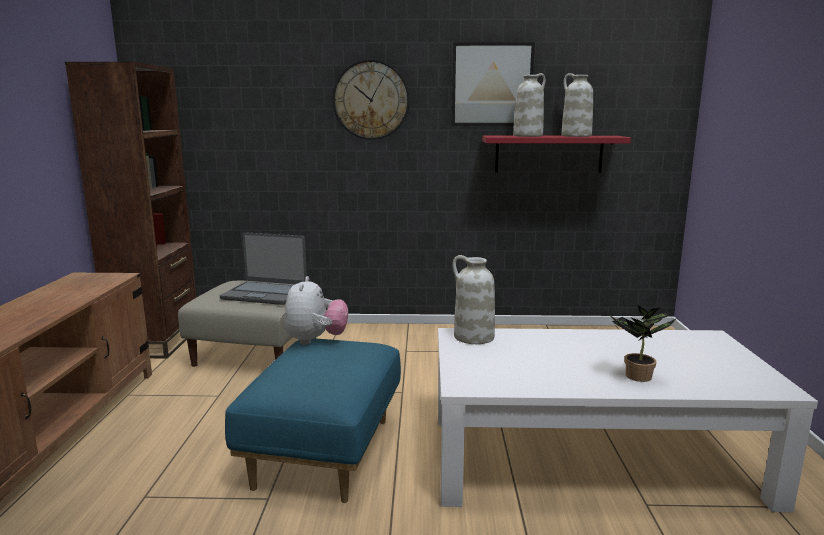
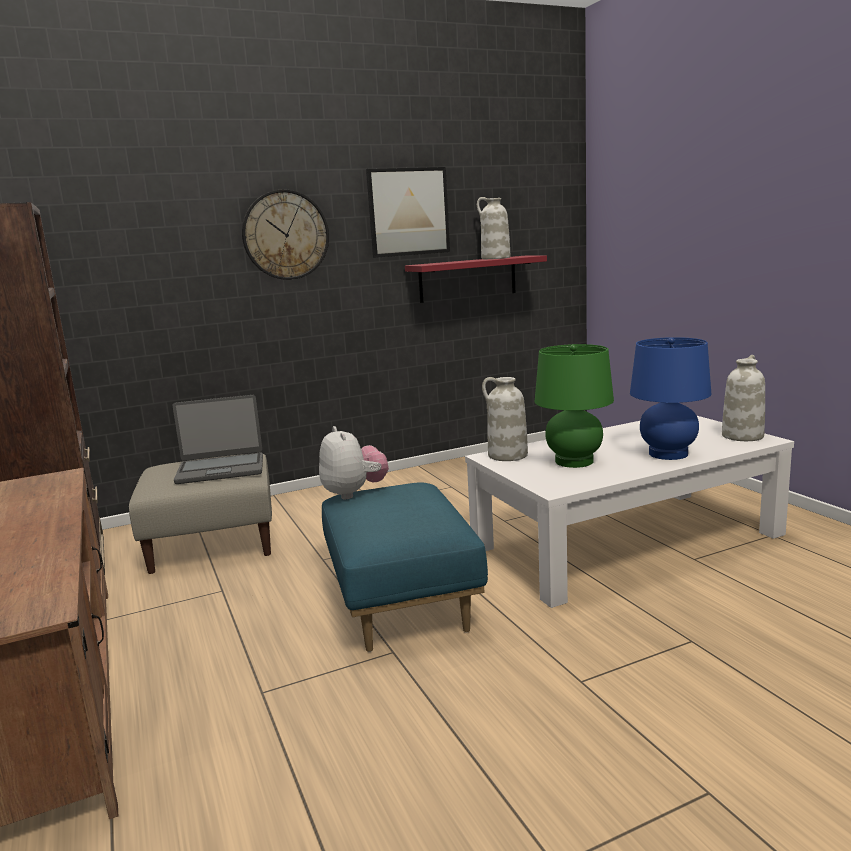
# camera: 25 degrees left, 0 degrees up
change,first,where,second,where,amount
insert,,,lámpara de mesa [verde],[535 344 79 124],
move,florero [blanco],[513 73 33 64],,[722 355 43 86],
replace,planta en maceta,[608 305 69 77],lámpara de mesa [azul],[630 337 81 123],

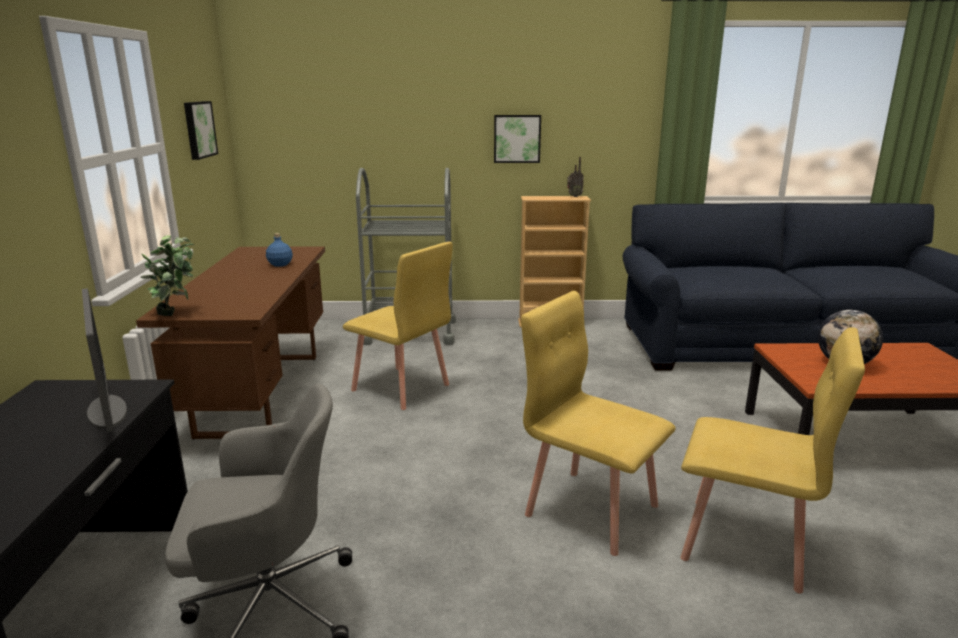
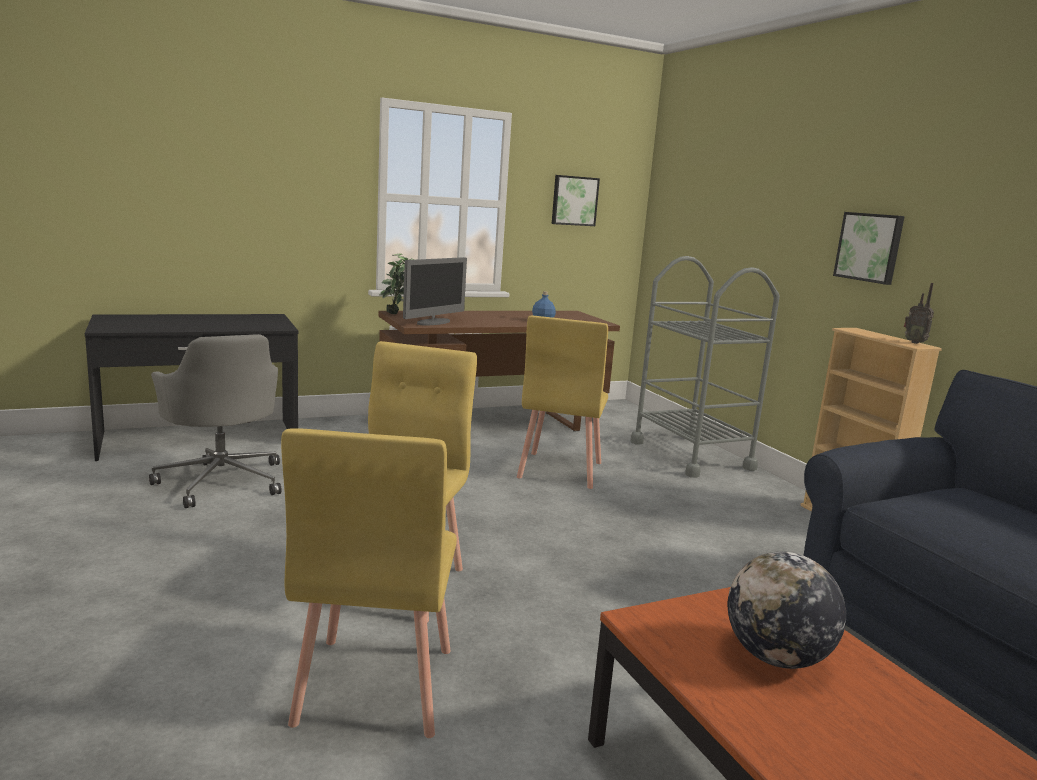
# camera: 65 degrees right, 5 degrees down
change,first,where,second,where,amount
move,monitor,[82 288 45 145],,[403 257 64 68],

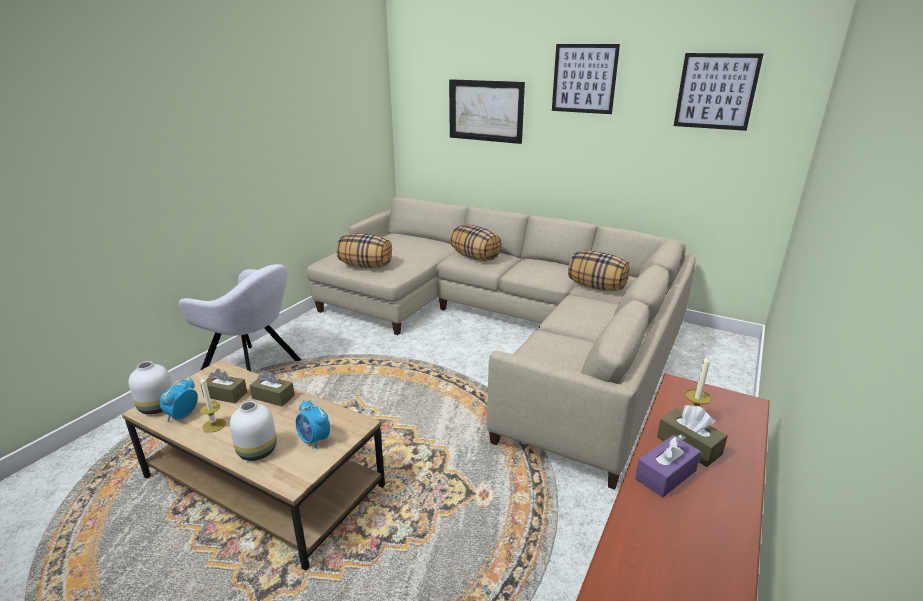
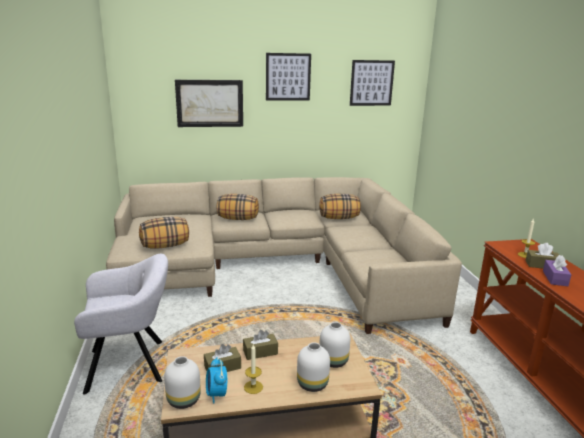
# camera: 40 degrees left, 5 degrees down
change,first,where,second,where,amount
replace,despertador,[296 399 34 50],florero [blanco],[319 322 31 46],

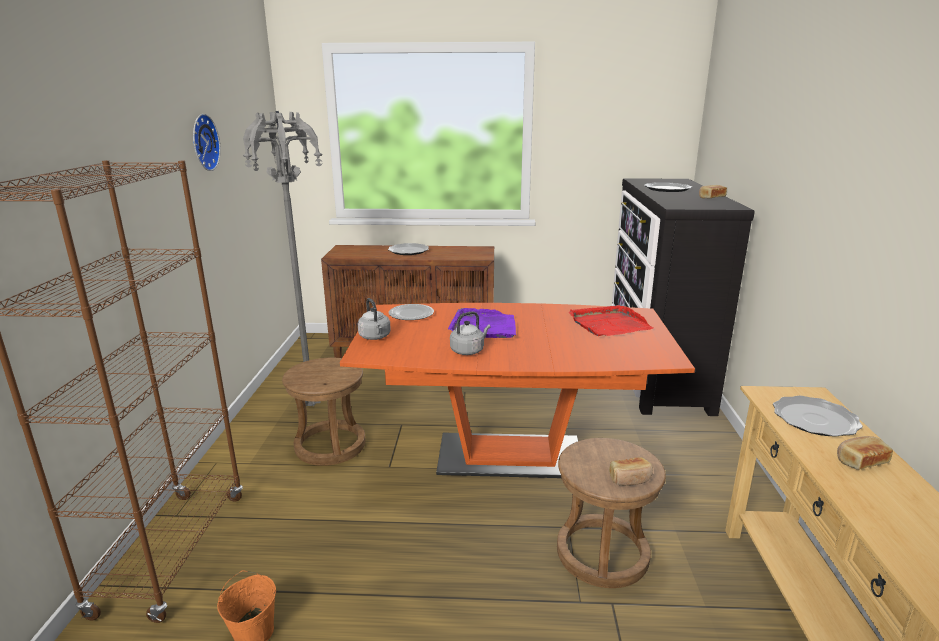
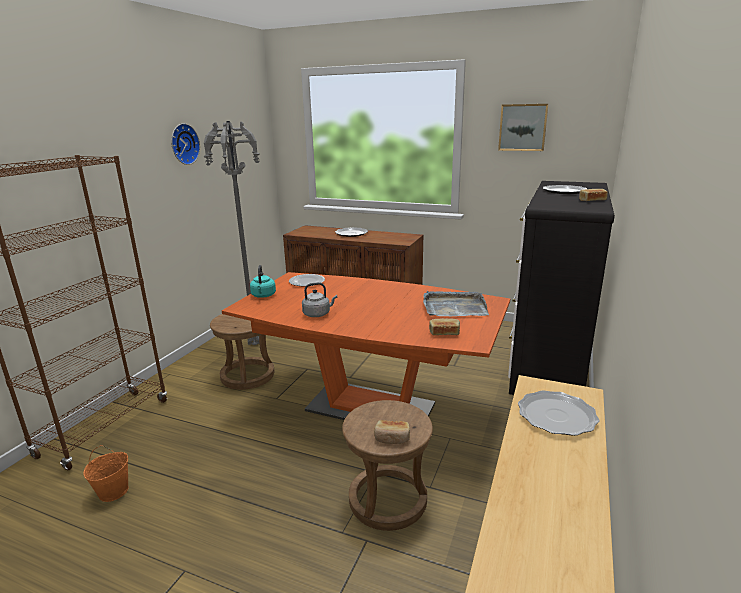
# camera: 20 degrees right, 0 degrees up
change,first,where,second,where,amount
delete,bandeja [morado],[448 308 68 30],,,
insert,,,cuadro,[498 104 51 47],
move,pan,[837 436 56 34],,[429 318 31 17],
recolor,hervidor [gris],[358 298 33 42],hervidor [turquesa],[250 265 26 33],
recolor,bandeja [rojo],[569 305 85 31],bandeja [gris],[423 291 66 25],

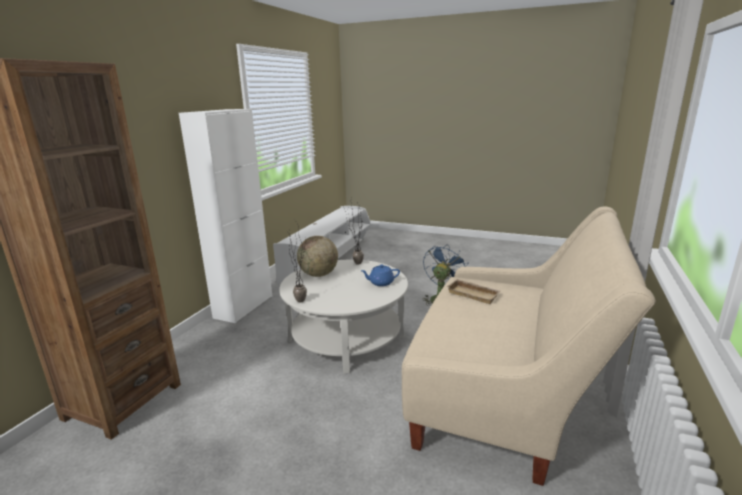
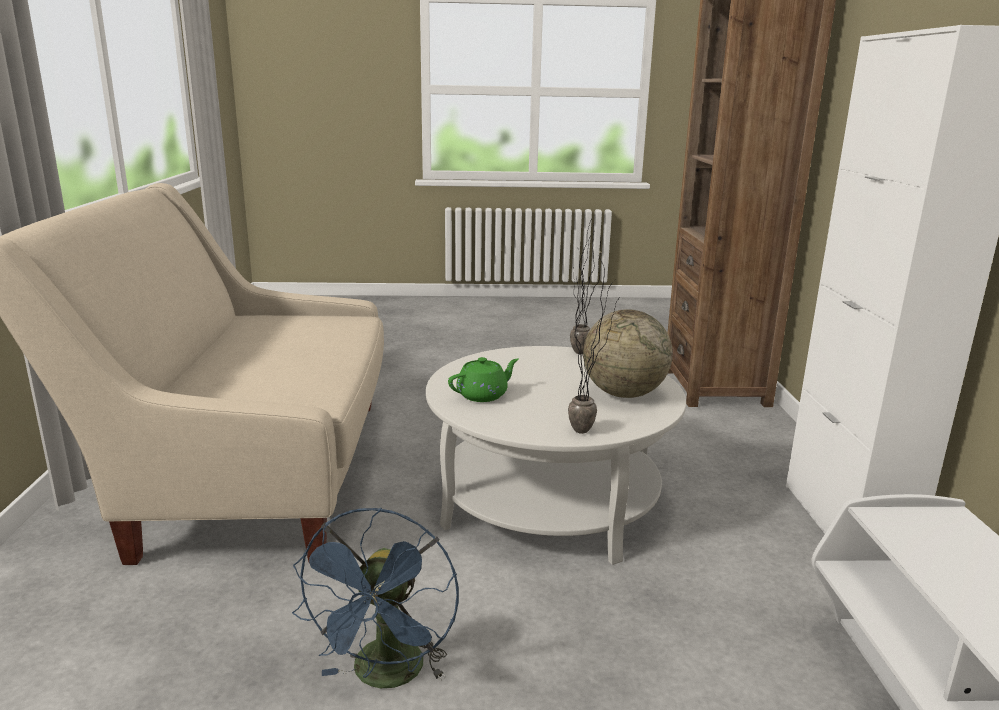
# camera: 155 degrees right, 0 degrees up
change,first,where,second,where,amount
delete,bandeja [beis],[446 279 55 25],,,
recolor,tetera [azul],[361 265 39 21],tetera [verde],[448 357 71 45],

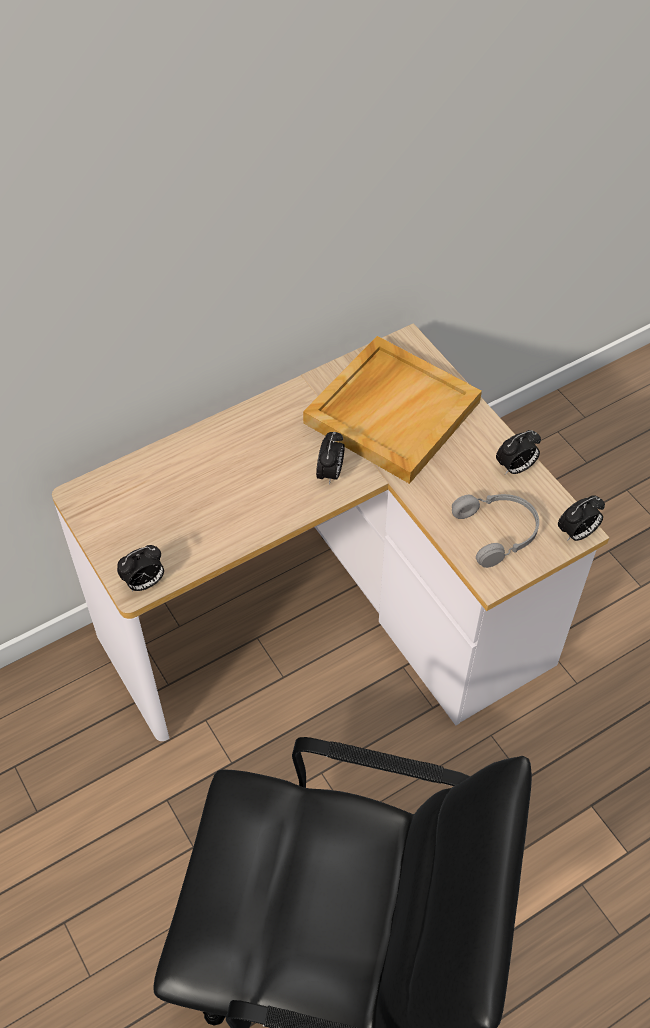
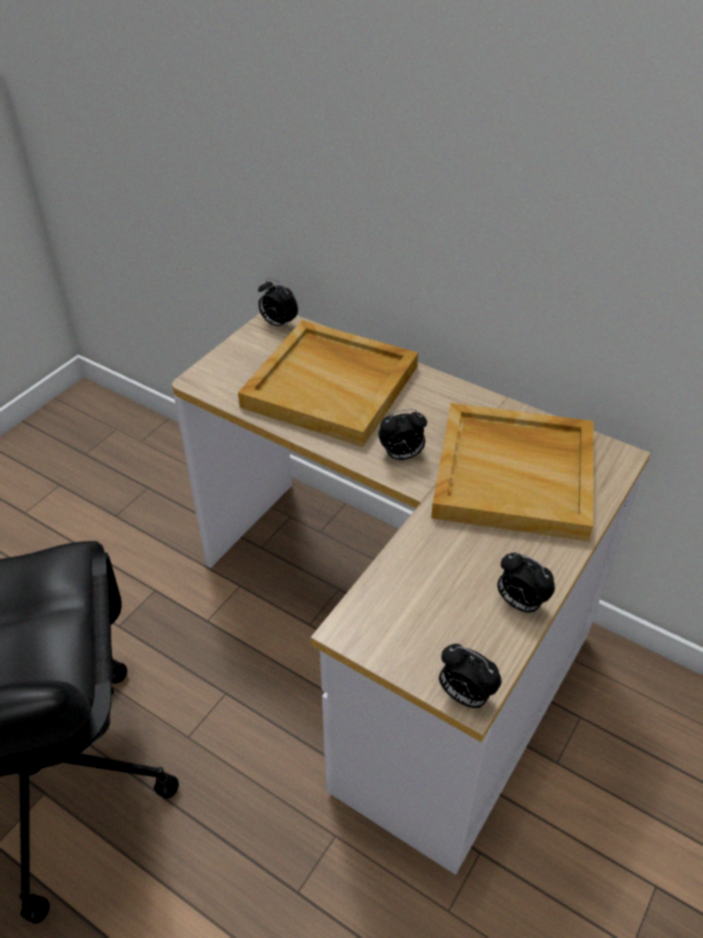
# camera: 65 degrees right, 10 degrees down
change,first,where,second,where,amount
delete,auriculares [gris],[452 494 87 74],,,
insert,,,bandeja [beis],[238 320 180 127],
move,despertador,[117 545 47 46],,[258 278 40 51],

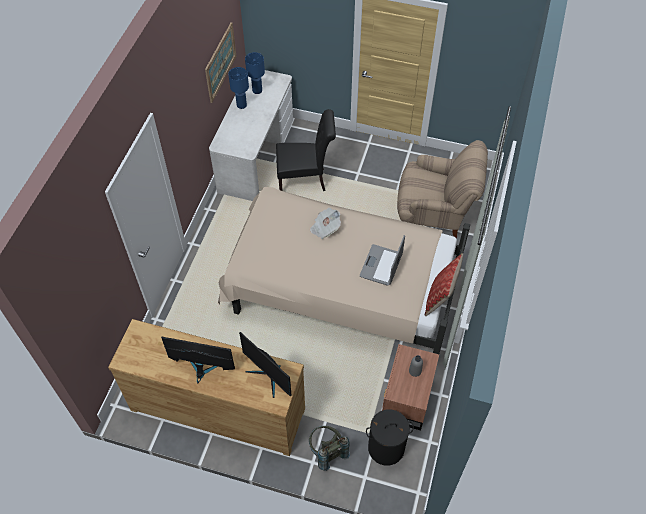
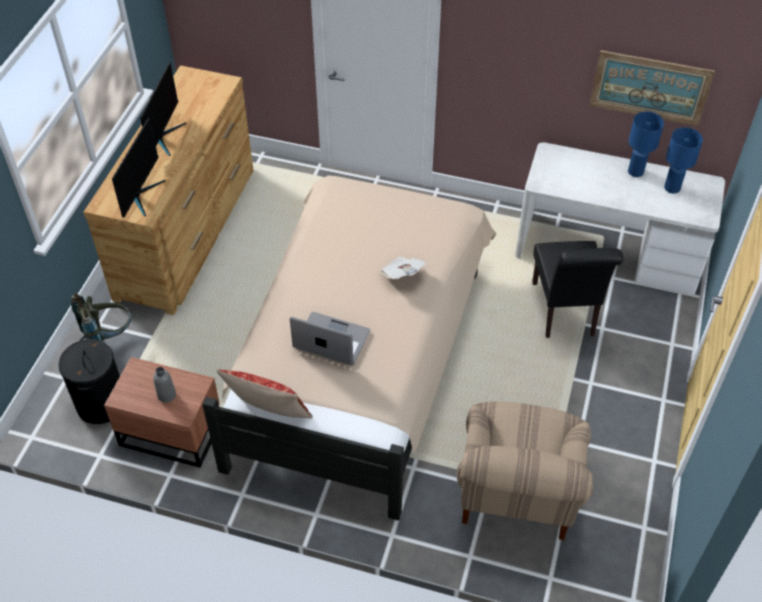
# camera: 90 degrees right, 5 degrees down
change,first,where,second,where,amount
rotate,monitor,[239 332 52 66],,[112 118 53 100],150 degrees clockwise

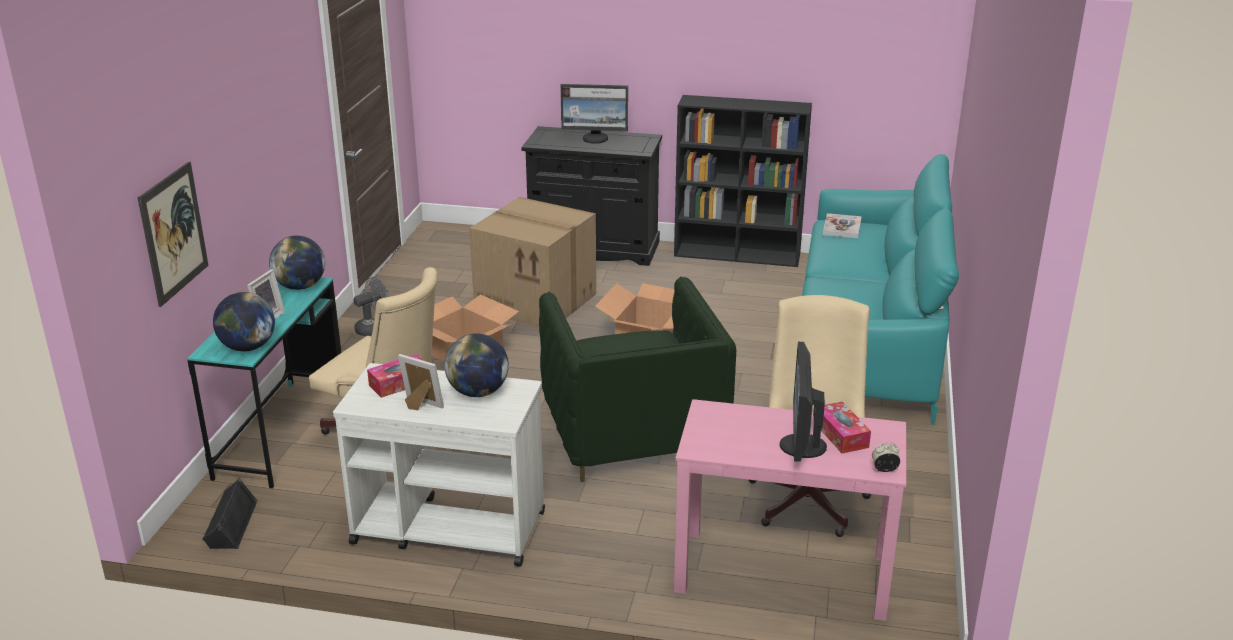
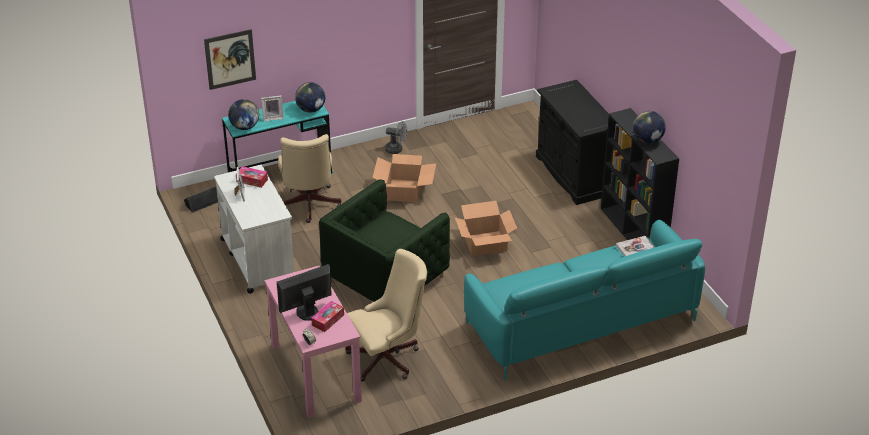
# camera: 55 degrees right, 10 degrees up
change,first,where,second,where,amount
delete,caja de cartón,[469 197 127 130],,,
delete,monitor,[560 84 68 60],,,
move,globo terráqueo,[444 333 65 64],,[633 111 33 33],

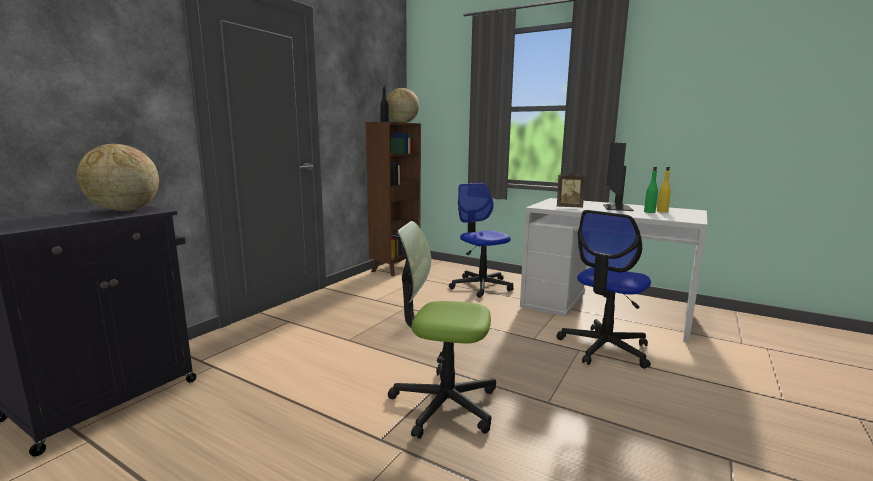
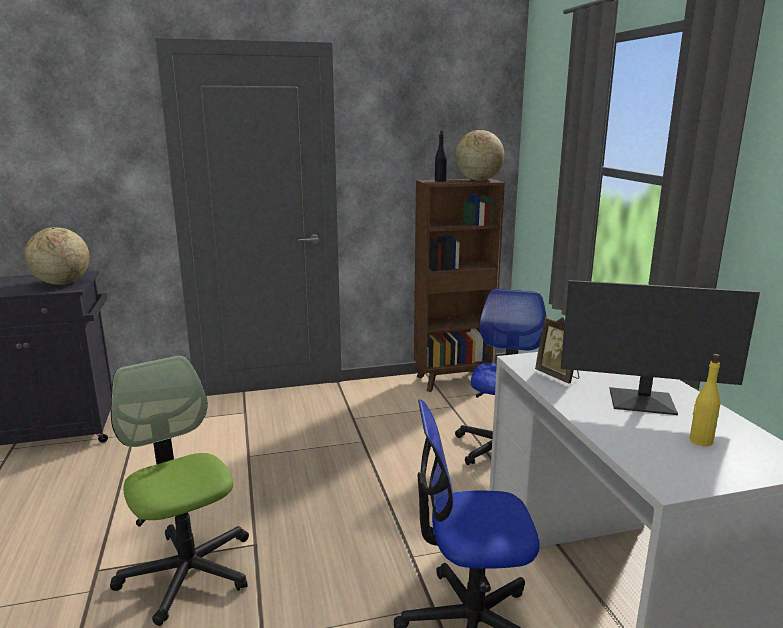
# camera: 45 degrees right, 5 degrees up
change,first,where,second,where,amount
delete,botella [verde],[644 167 14 46],,,
rotate,monitor,[603 142 31 69],,[561 280 199 135],135 degrees counterclockwise

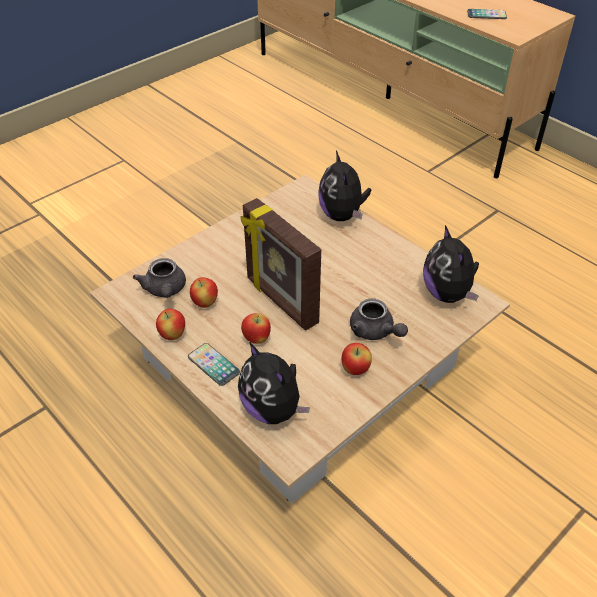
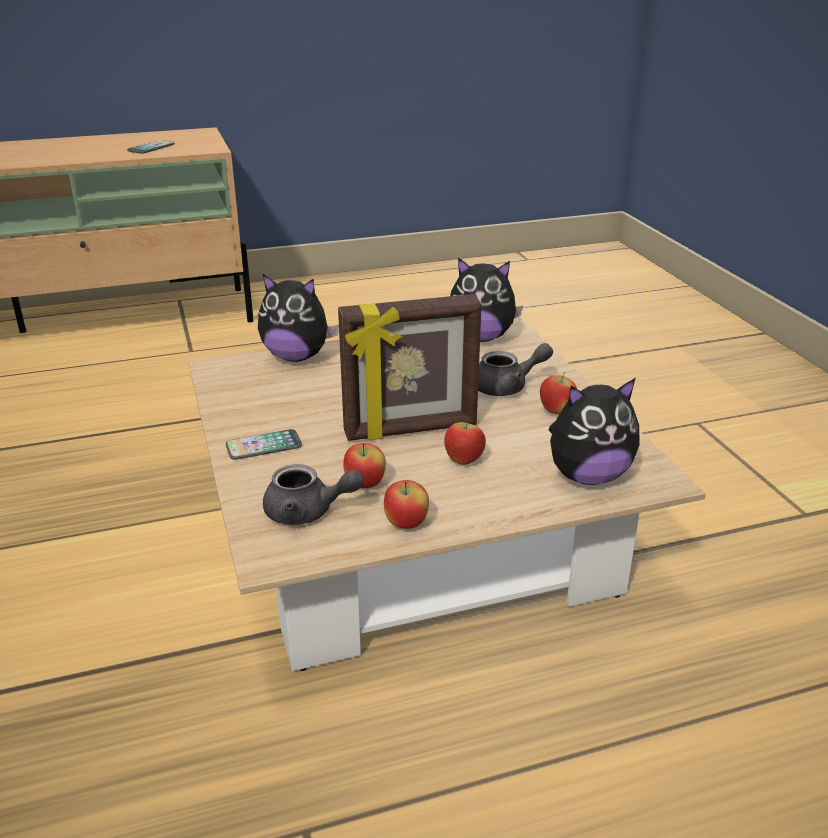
# camera: 65 degrees left, 15 degrees down
change,first,where,second,where,amount
move,móvil,[188 343 52 43],,[226 429 76 31],

